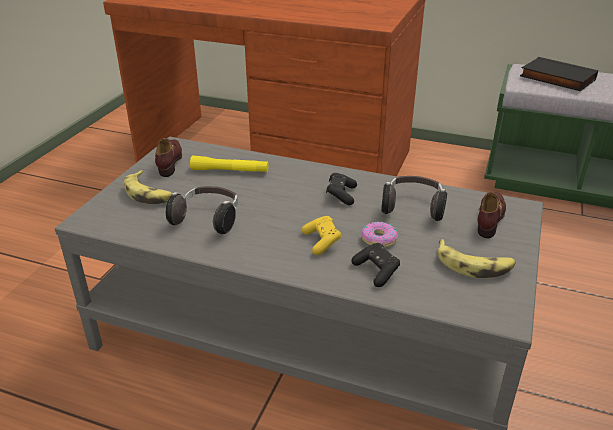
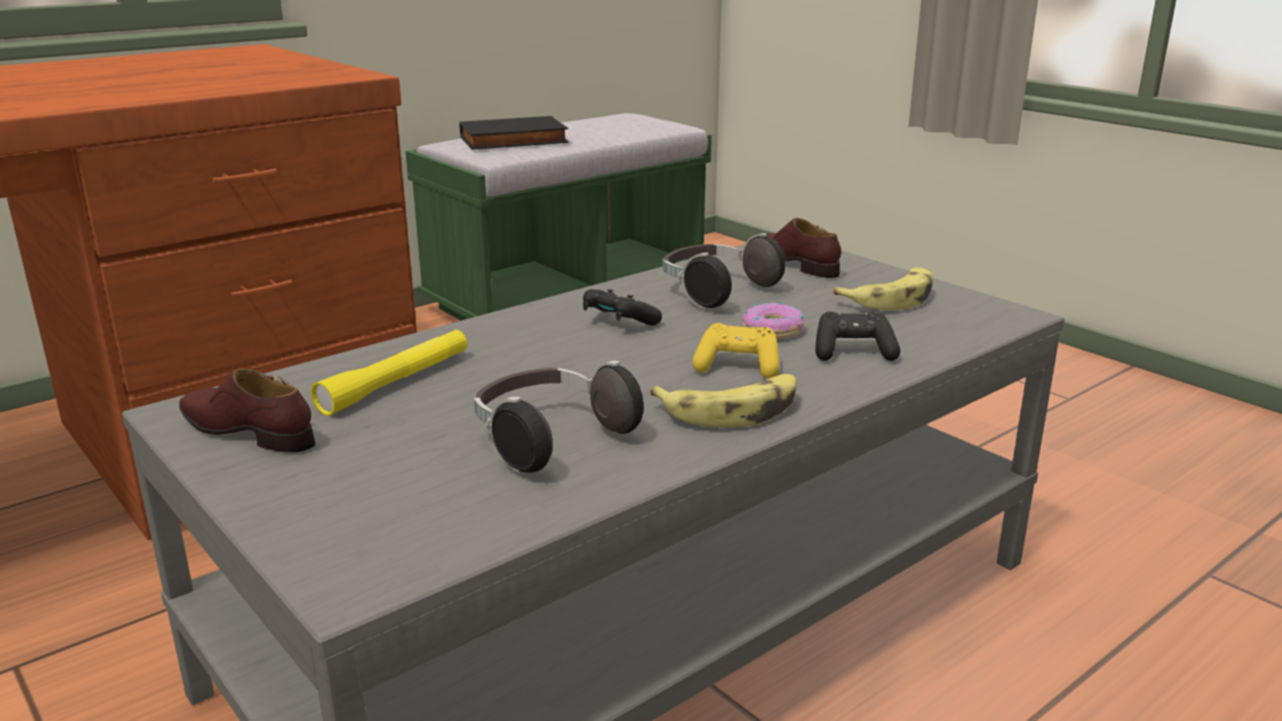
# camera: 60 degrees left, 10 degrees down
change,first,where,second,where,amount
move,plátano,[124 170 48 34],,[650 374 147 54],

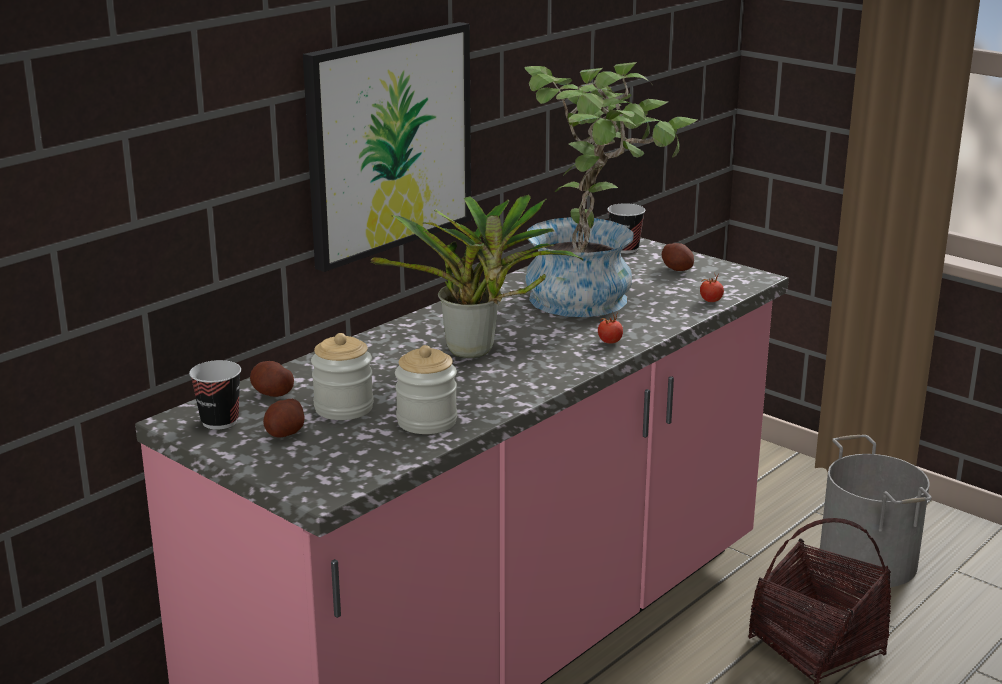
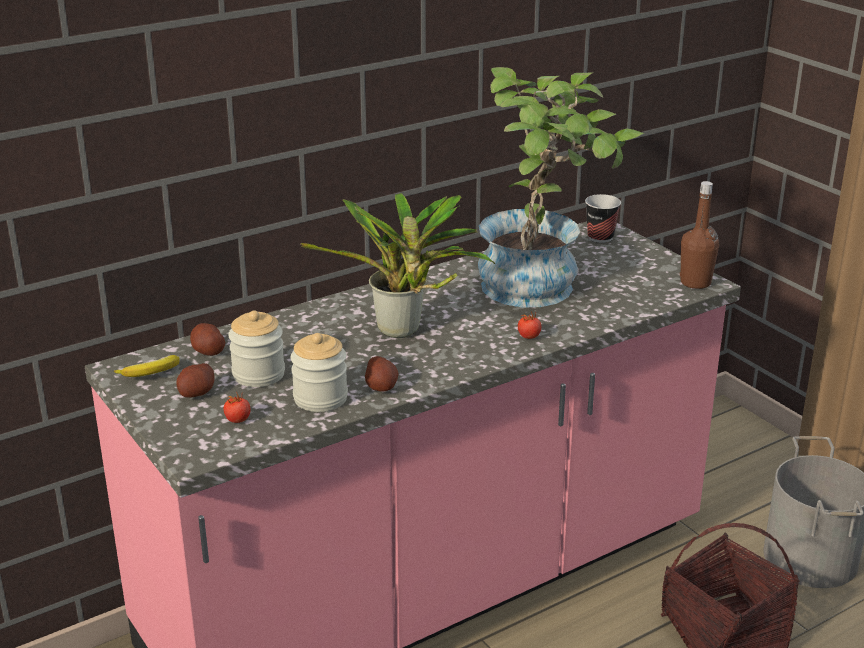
# camera: 15 degrees right, 5 degrees up
change,first,where,second,where,amount
delete,cuadro,[303 22 168 250],,,
insert,,,botella [marrón],[680 181 39 108],
move,patata,[662 243 32 28],,[365 356 34 35],
move,tomate,[700 273 24 29],,[223 392 28 31],
replace,taza,[189 360 52 70],plátano,[114 355 66 22],

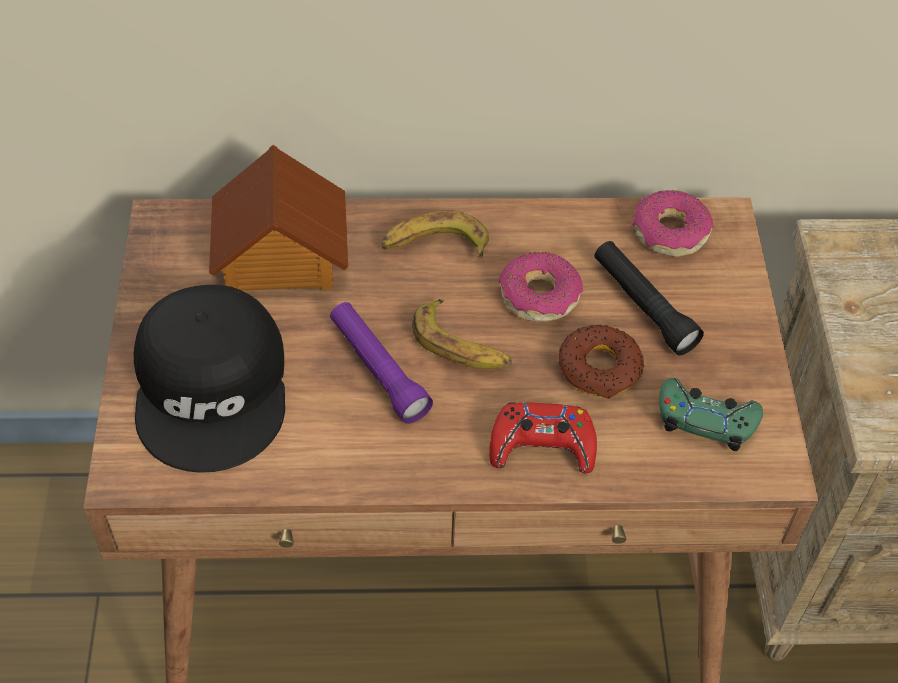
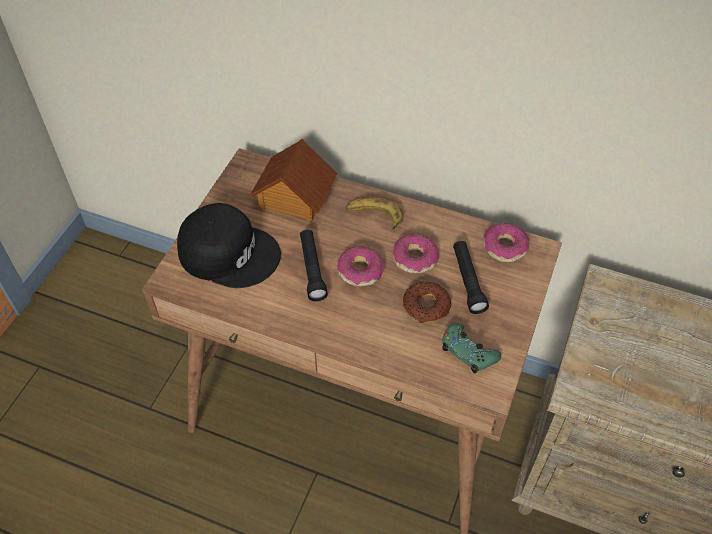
# camera: 25 degrees right, 0 degrees up
change,first,where,second,where,amount
delete,mando de consola [rojo],[489 402 108 72],,,
replace,plátano,[412 299 100 70],rosquilla,[337 246 46 41],
recolor,linterna [morado],[330 302 103 122],linterna [negro],[300 230 28 71],
rotate,gorra [negro],[134 285 151 188],,[177 203 104 85],90 degrees counterclockwise

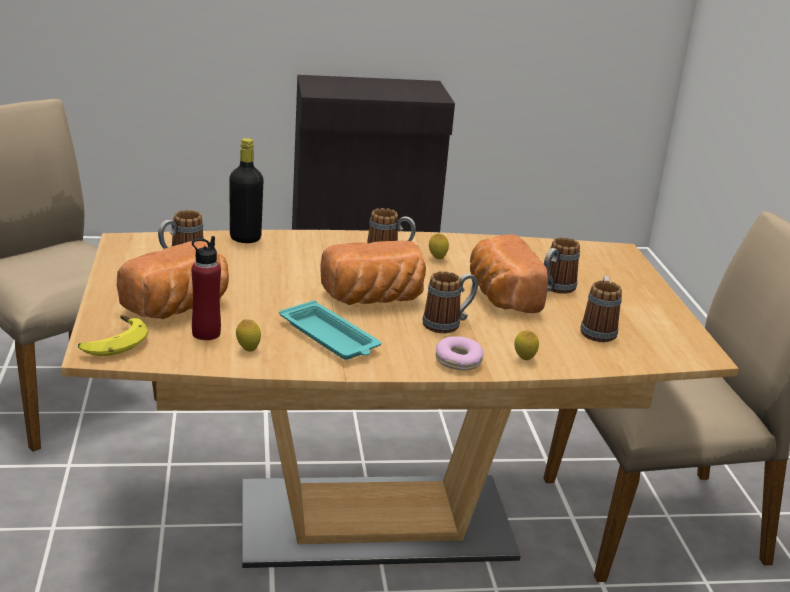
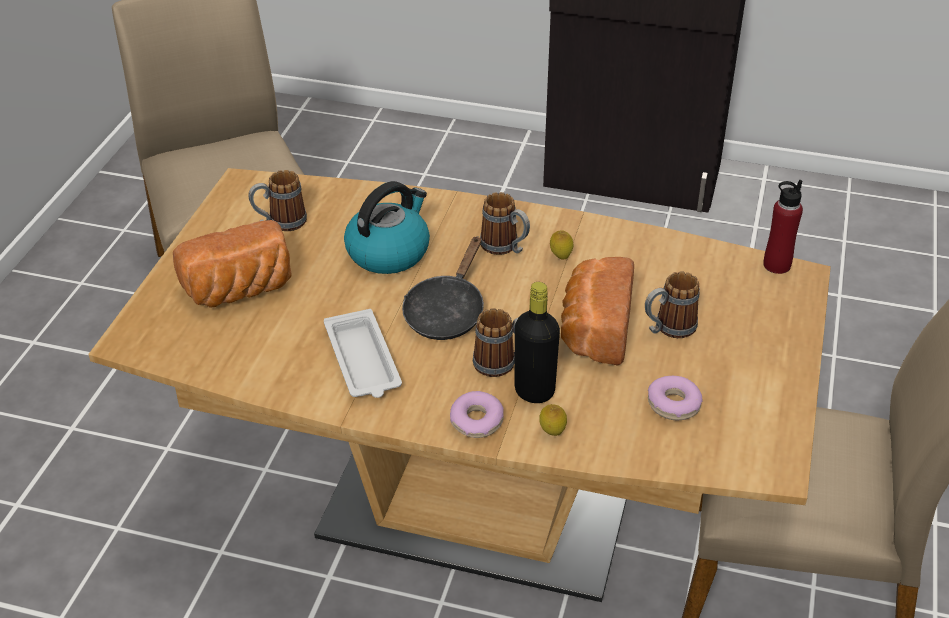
# camera: 25 degrees right, 15 degrees up
change,first,where,second,where,amount
delete,plátano,[78 315 70 41],,,
delete,limón,[236 319 25 33],,,
insert,,,hervidor,[344 181 86 93],
move,botella [rojo],[192 236 29 104],,[763 180 40 94],
move,botella [negro],[229 138 35 105],,[514 282 46 121],
replace,pan,[320 241 106 64],sartén [negro],[402 236 82 104],
replace,taza grande,[580 276 42 66],rosquilla,[648 376 55 44],
recolor,bandeja [turquesa],[279 300 102 60],bandeja [blanco],[324 309 78 89],

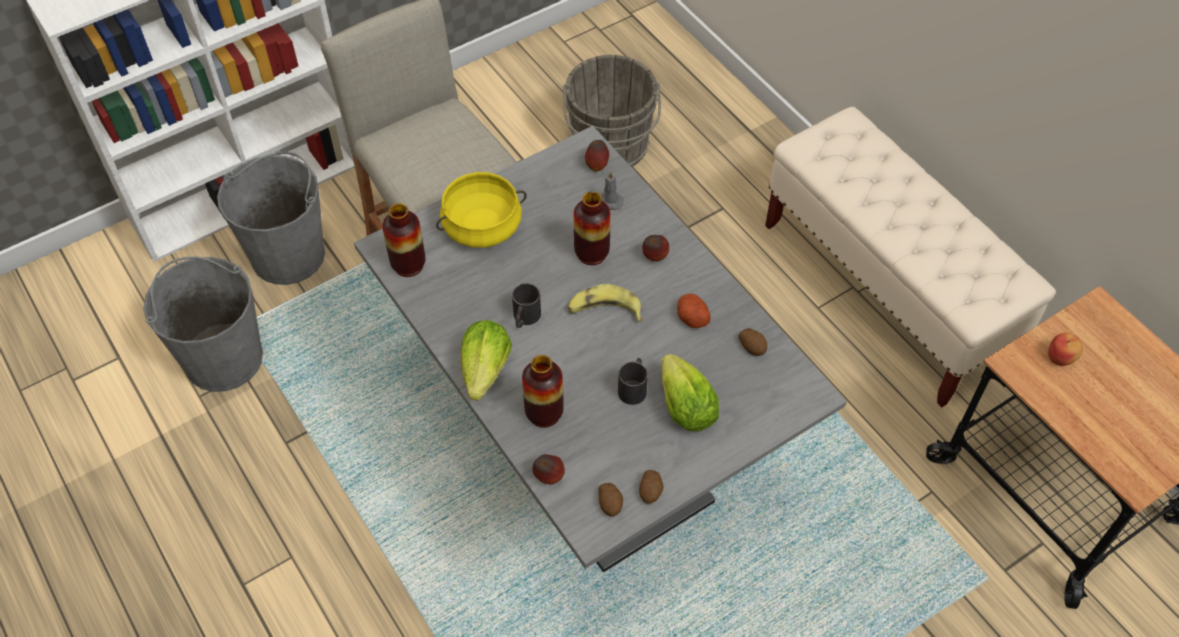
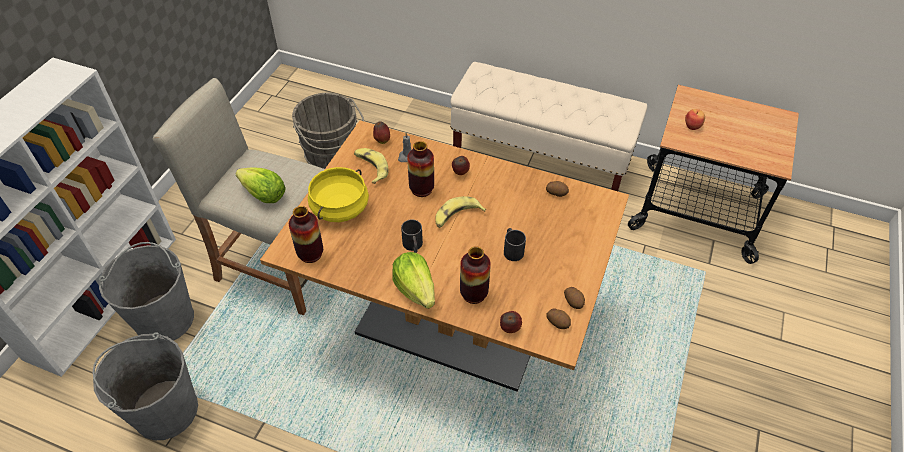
# camera: 35 degrees left, 5 degrees down
change,first,where,second,where,amount
delete,patata,[677 294 34 34],,,
insert,,,plátano,[354 148 34 36],
move,lechuga,[661 354 58 78],,[236 167 50 36],
recolor,mesa de comedor [gris],[354 126 493 446],mesa de comedor [marrón],[260 121 369 271],

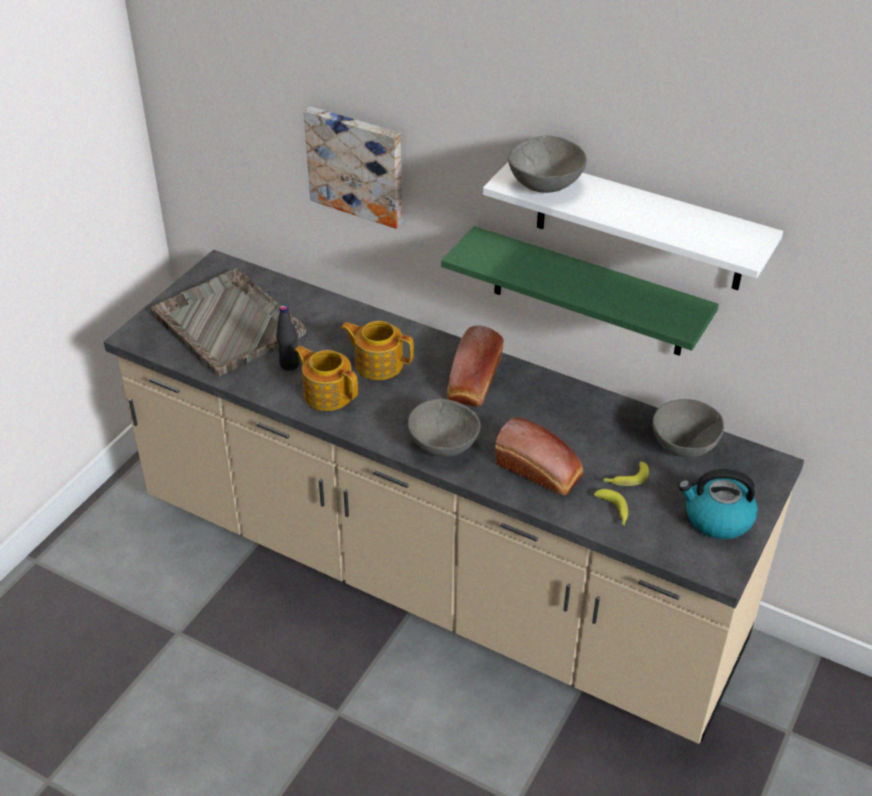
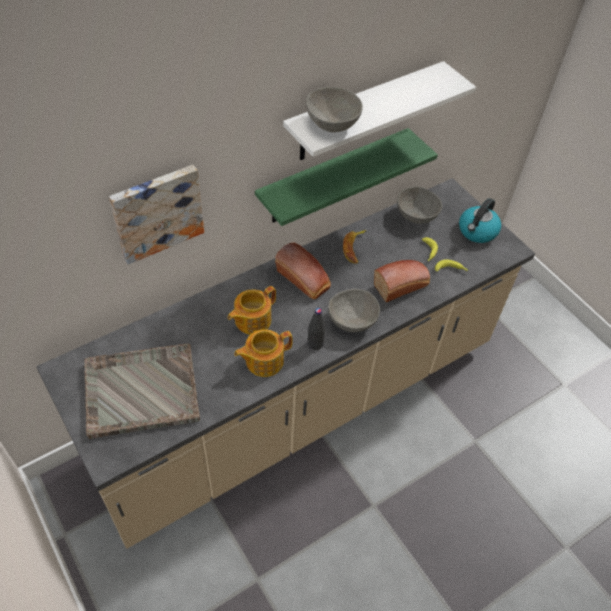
# camera: 65 degrees left, 10 degrees up
change,first,where,second,where,amount
insert,,,plátano,[343 230 24 34],
move,botella [negro],[276 305 24 66],,[307 308 18 42],

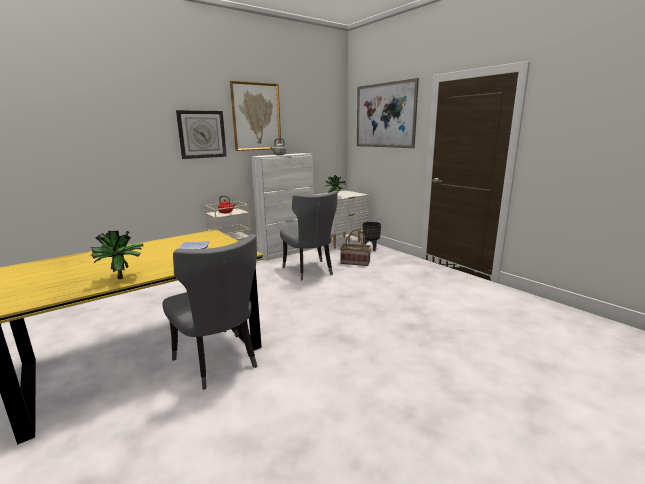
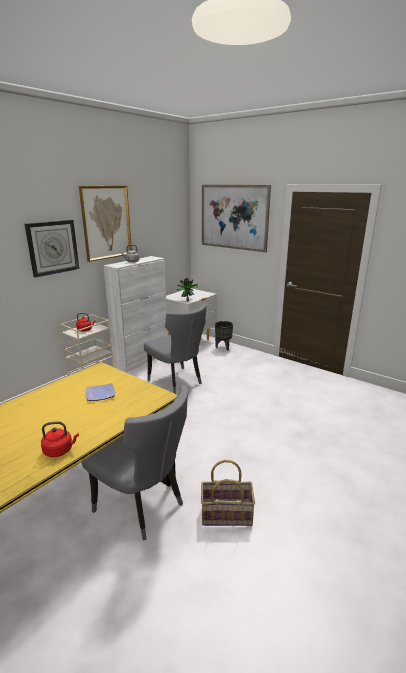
# camera: 15 degrees left, 5 degrees up
change,first,where,second,where,amount
move,cesta,[340 229 31 37],,[201 460 54 66],
replace,planta en maceta,[90 231 53 48],hervidor [rojo],[41 421 38 36],

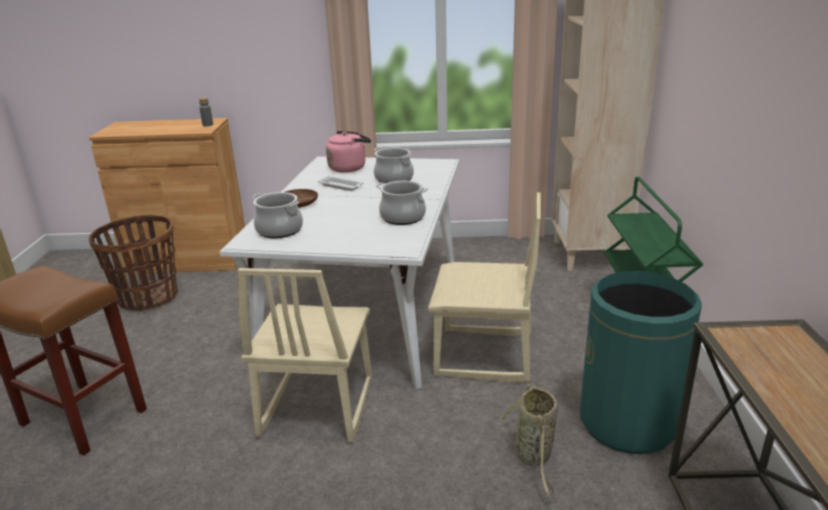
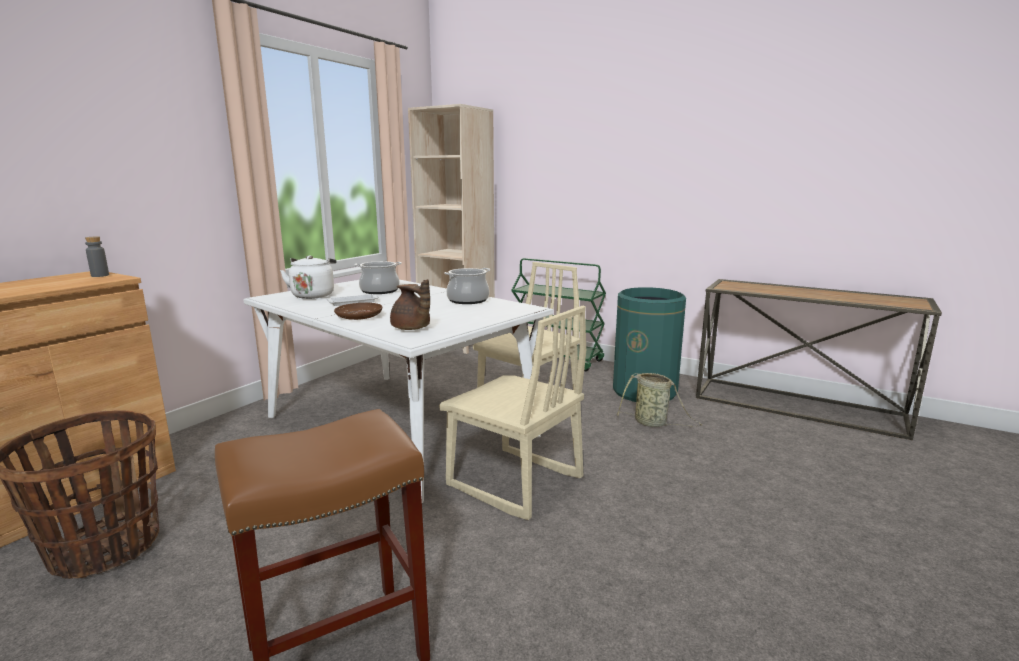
# camera: 60 degrees left, 10 degrees down
change,first,where,second,where,amount
replace,olla,[252 192 51 46],tetera [marrón],[390 279 40 51],
recolor,hervidor [rosa],[326 131 45 42],hervidor [blanco],[280 256 56 43],

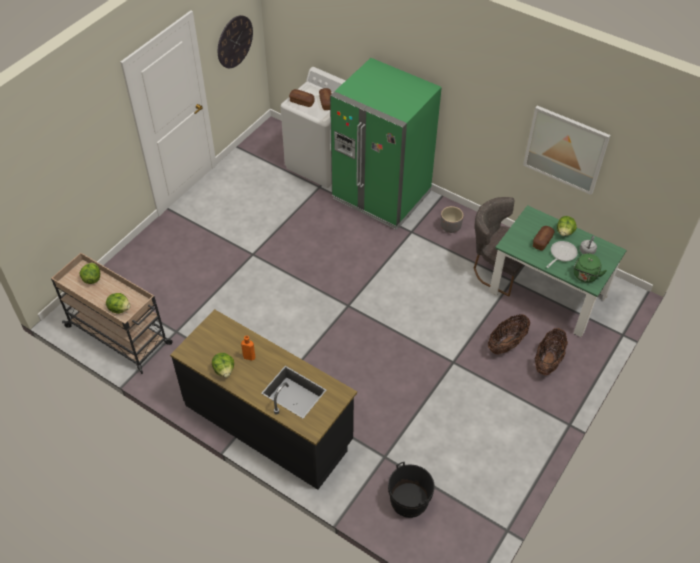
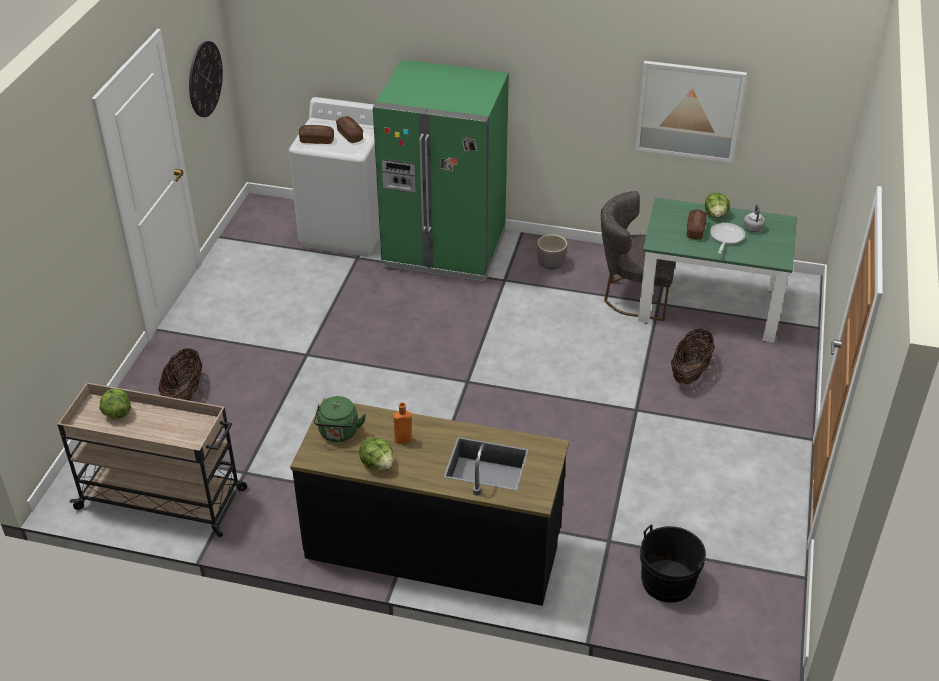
# camera: 20 degrees left, 10 degrees down
change,first,where,second,where,amount
delete,lechuga,[106 293 24 21],,,
move,cesta,[535 328 33 47],,[158 348 44 53],
move,hervidor [verde],[574 253 33 30],,[314 396 52 46],

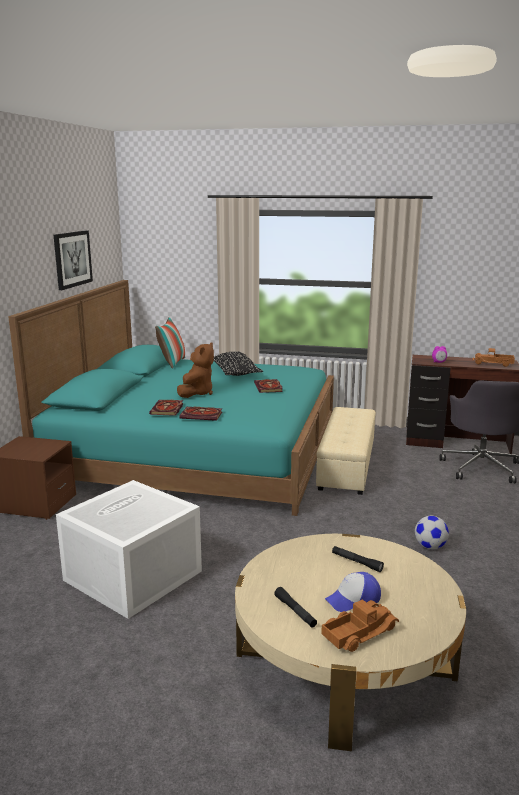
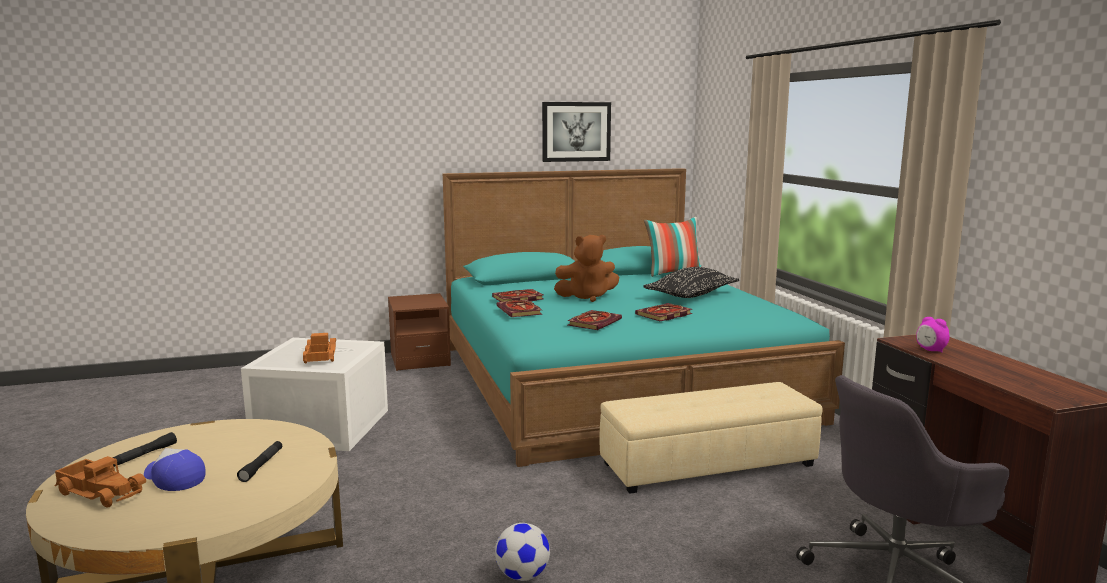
# camera: 60 degrees right, 5 degrees down
change,first,where,second,where,amount
insert,,,libro,[567 310 55 20],
move,camión de juguete,[472 348 43 19],,[303 333 33 31],

